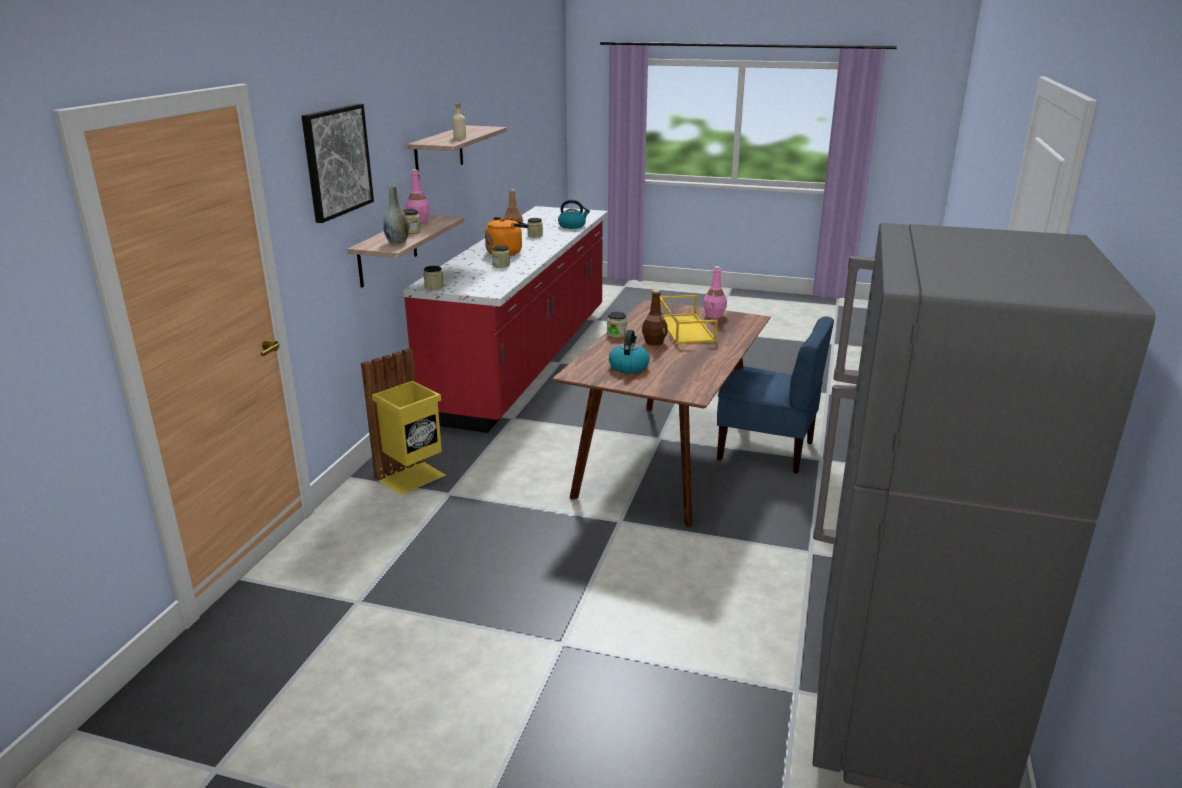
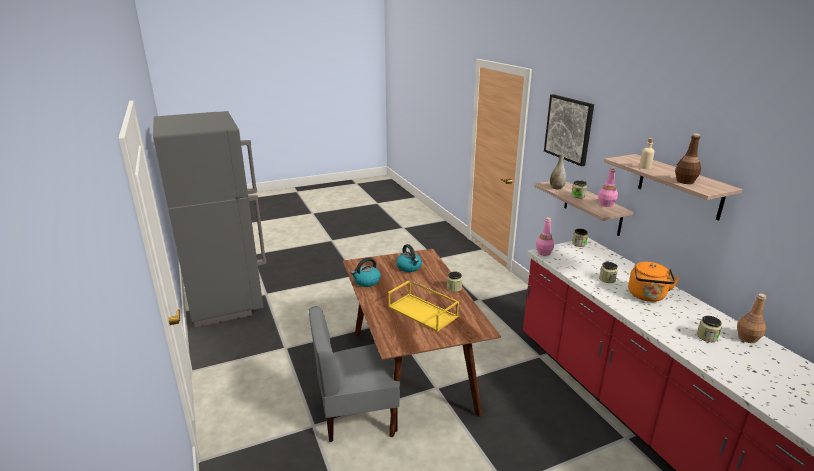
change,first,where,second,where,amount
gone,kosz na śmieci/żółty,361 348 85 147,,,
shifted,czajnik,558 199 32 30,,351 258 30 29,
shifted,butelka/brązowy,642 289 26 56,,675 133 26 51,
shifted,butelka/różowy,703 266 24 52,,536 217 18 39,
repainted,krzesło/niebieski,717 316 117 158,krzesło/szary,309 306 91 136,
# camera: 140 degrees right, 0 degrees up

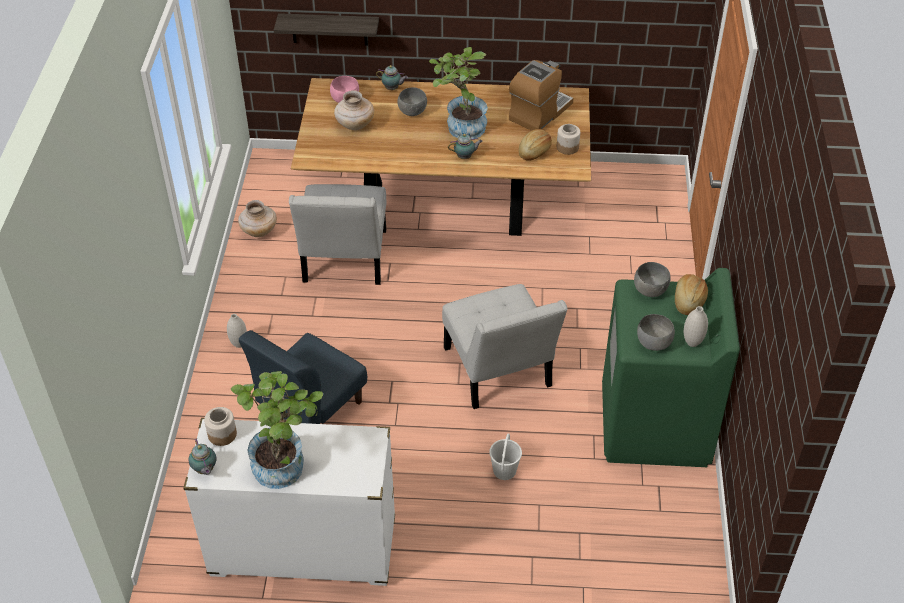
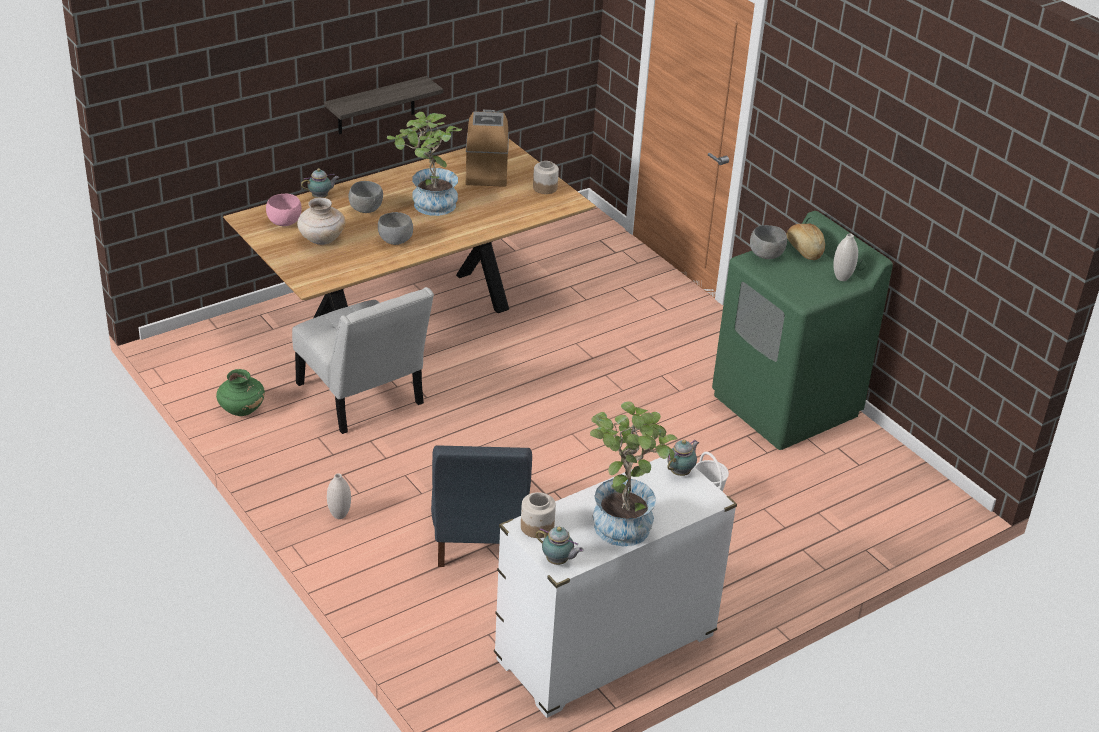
change,first,where,second,where,amount
gone,krzesło/biały,442 284 126 125,,,
gone,chleb,518 129 34 32,,,
shifted,półka,274 13 105 33,,324 76 119 58,
shifted,imbryk,448 134 35 25,,667 440 32 36,
shifted,miska/szary,637 314 38 37,,378 212 35 33,
repainted,wazon/beżowy,238 200 39 37,wazon/zielony,216 369 49 47,
# camera: 40 degrees left, 10 degrees down

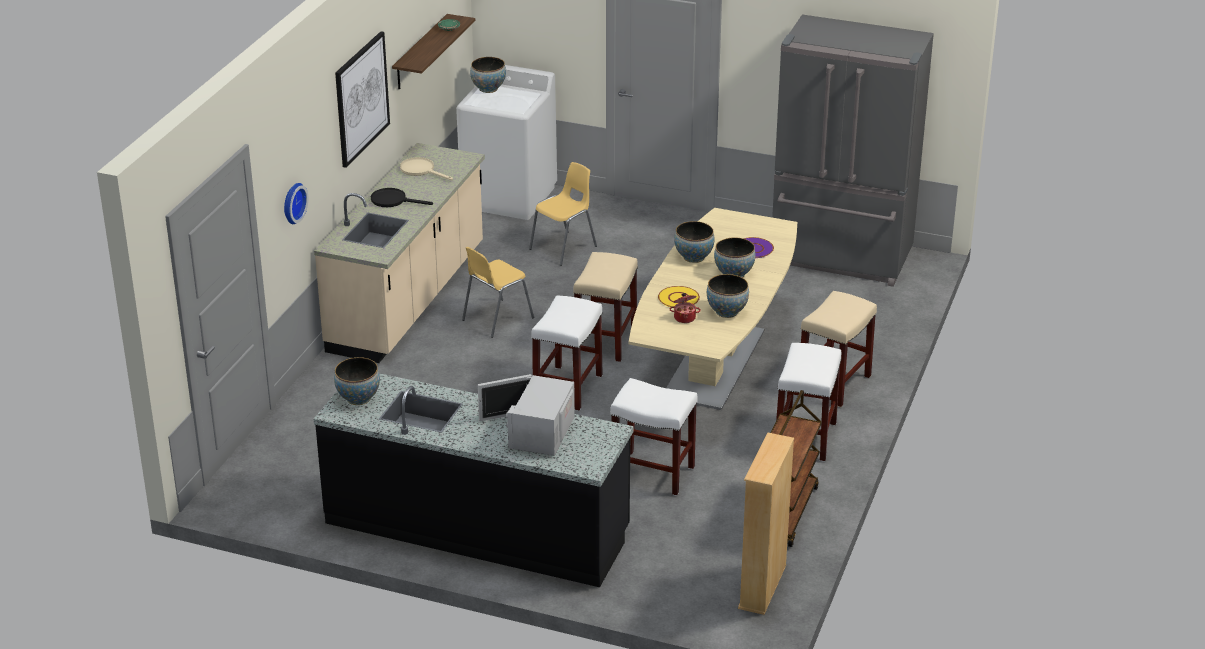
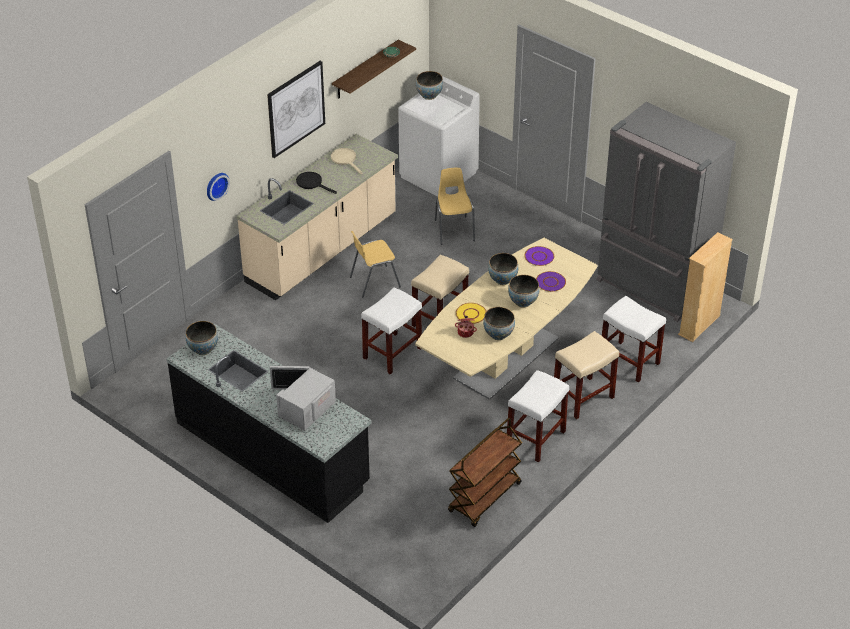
change,first,where,second,where,amount
new,,,talerz/fioletowy,524 246 30 20,
shifted,stołek/biały,610 378 88 118,,602 296 64 87,
shifted,regał/beżowy,738 433 56 182,,678 232 55 110,
rotated,krzesło/żółty,529 162 68 104,,435 168 40 77,75 degrees counterclockwise
# camera: 20 degrees right, 10 degrees up

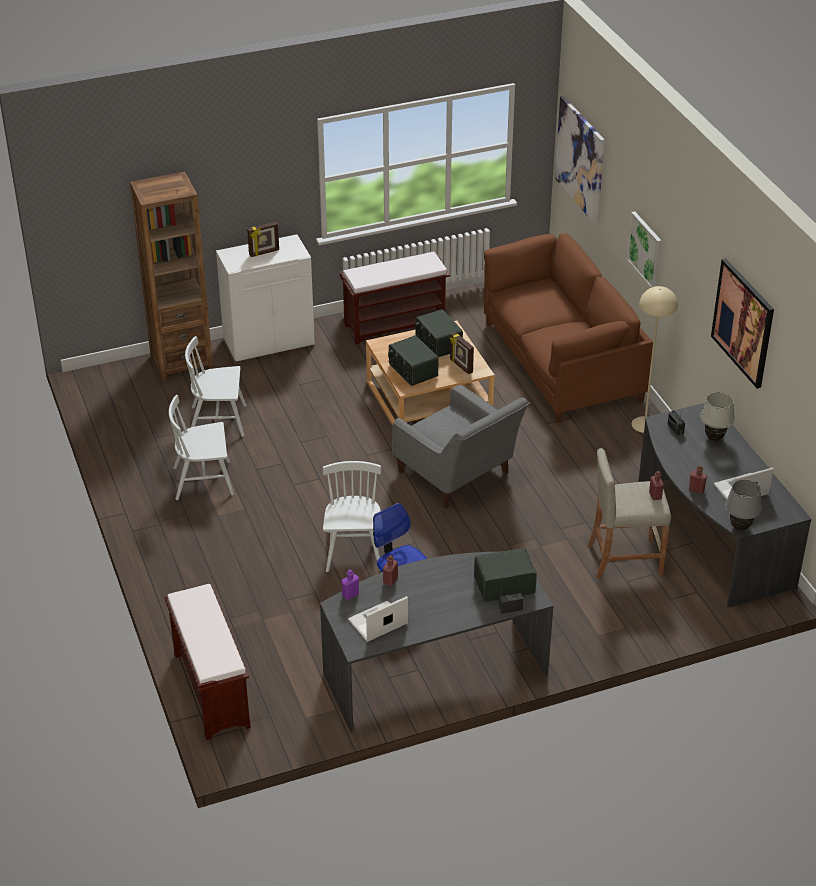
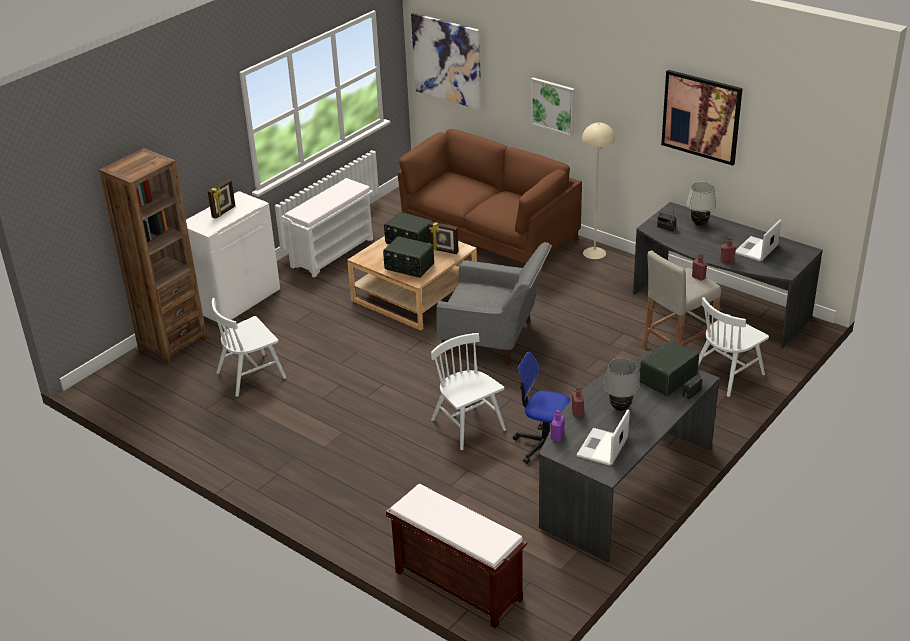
change,first,where,second,where,amount
shifted,krzesło/biały,169 395 65 105,,698 297 71 100,
shifted,lampa stołowa/szary,725 480 37 51,,603 358 37 53,
repainted,ławka/brązowy,340 251 110 93,ławka/biały,281 178 92 100,
# camera: 30 degrees left, 5 degrees down

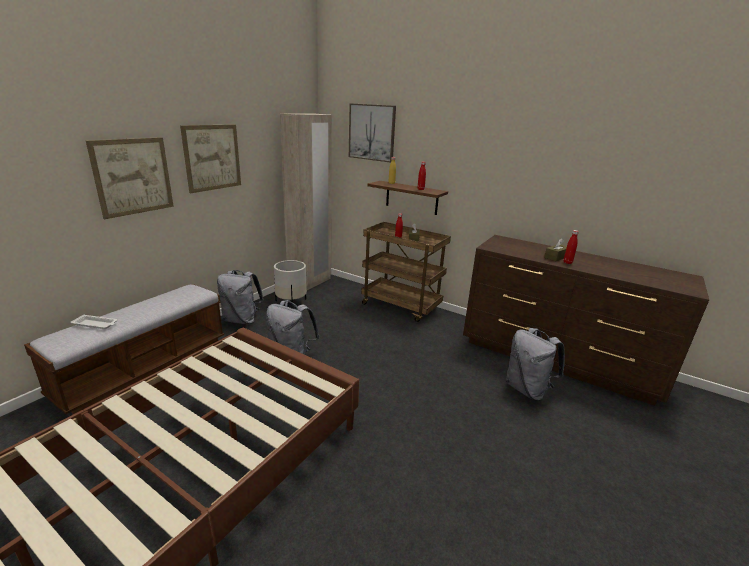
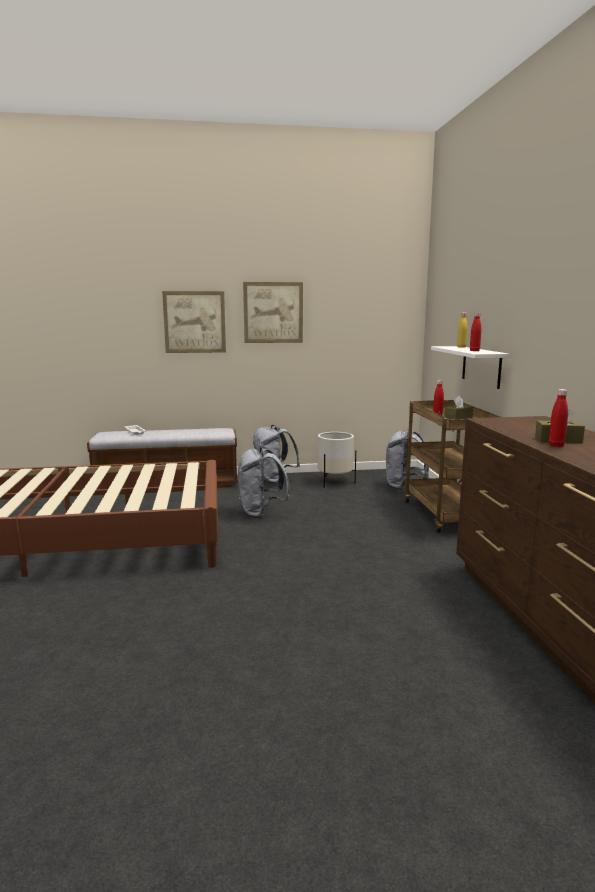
change,first,where,second,where,amount
gone,szafa/beżowy,280 113 52 177,,,
gone,obraz,349 103 47 60,,,
shifted,plecak/szary,506 328 59 73,,386 429 43 61,
repainted,półka/brązowy,367 181 81 34,półka/biały,431 346 78 43,
# camera: 50 degrees right, 10 degrees down

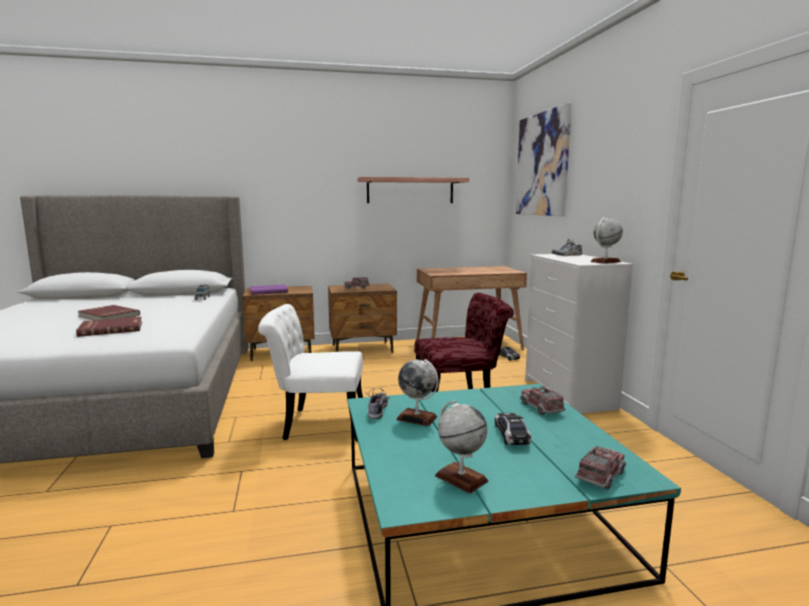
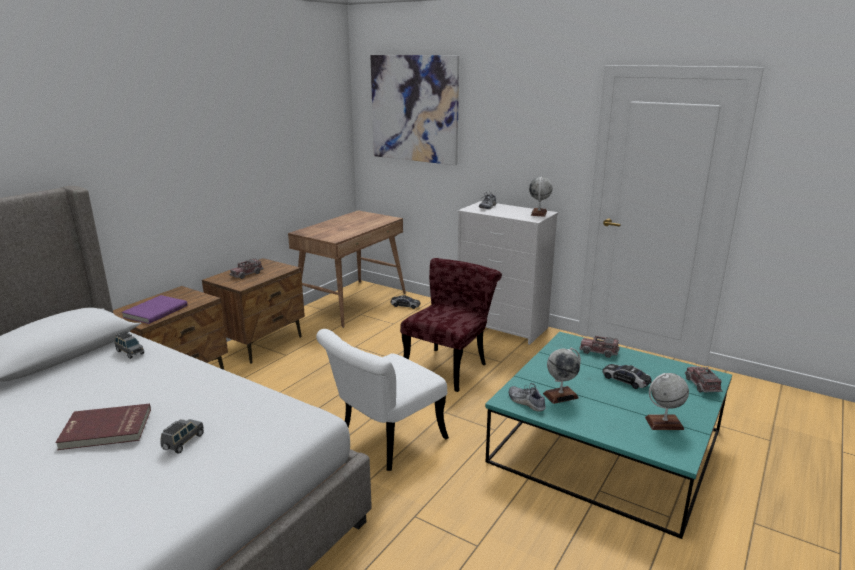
change,first,where,second,where,amount
gone,półka,358 177 111 26,,,
swapped,książka/czerwony,76 317 66 20,samochodzik/szary,160 419 44 35,
# camera: 45 degrees left, 10 degrees up

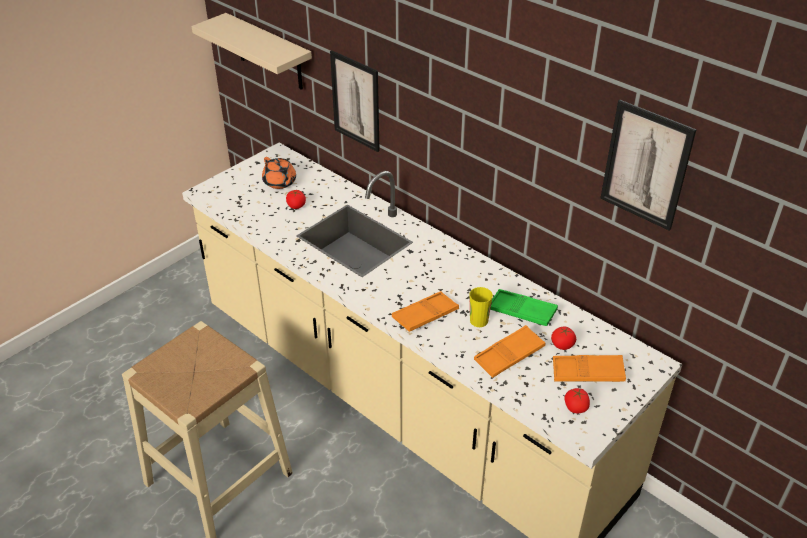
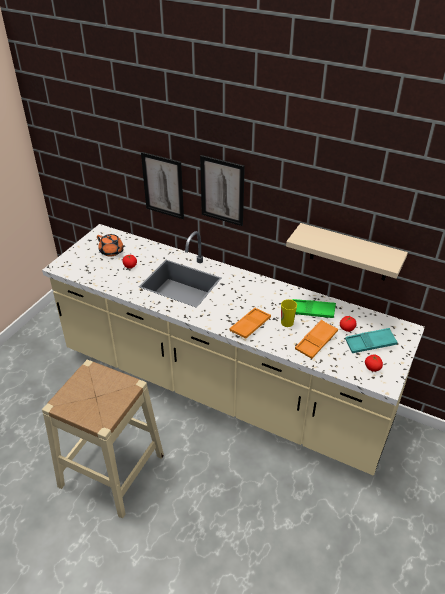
change,first,where,second,where,amount
shifted,półka/beżowy,192 13 120 77,,286 223 122 58,
shifted,obraz,600 100 97 131,,200 155 45 71,
repainted,taca/pomarańczowy,553 355 73 27,taca/turkusowy,345 328 53 25,
# camera: 15 degrees left, 0 degrees up

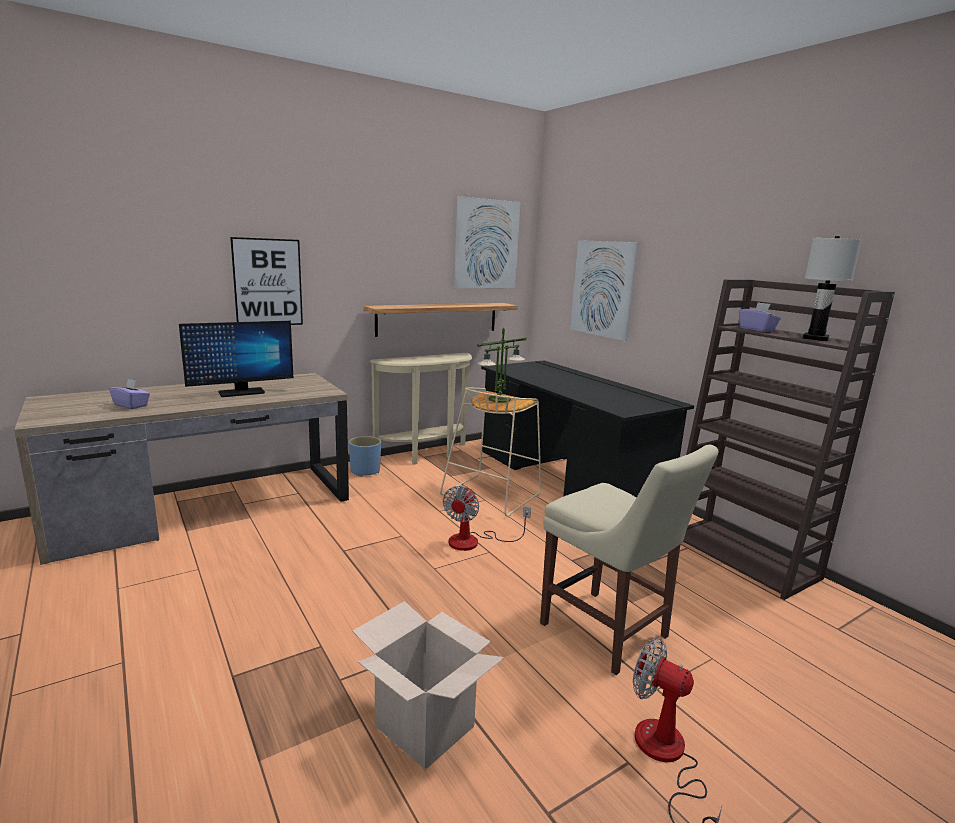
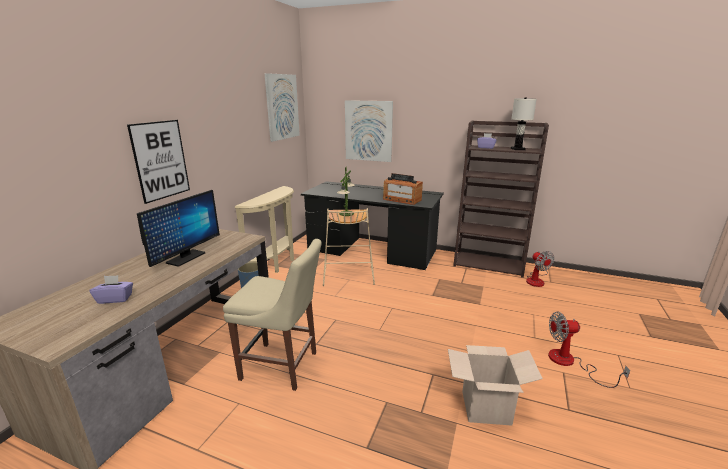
change,first,where,second,where,amount
gone,półka,364 303 154 34,,,
new,,,radio,383 173 40 32,
shifted,wentylator,443 486 88 65,,526 251 29 36,
shifted,krzesło/beżowy,540 445 178 230,,223 239 99 152,
# camera: 35 degrees left, 5 degrees up

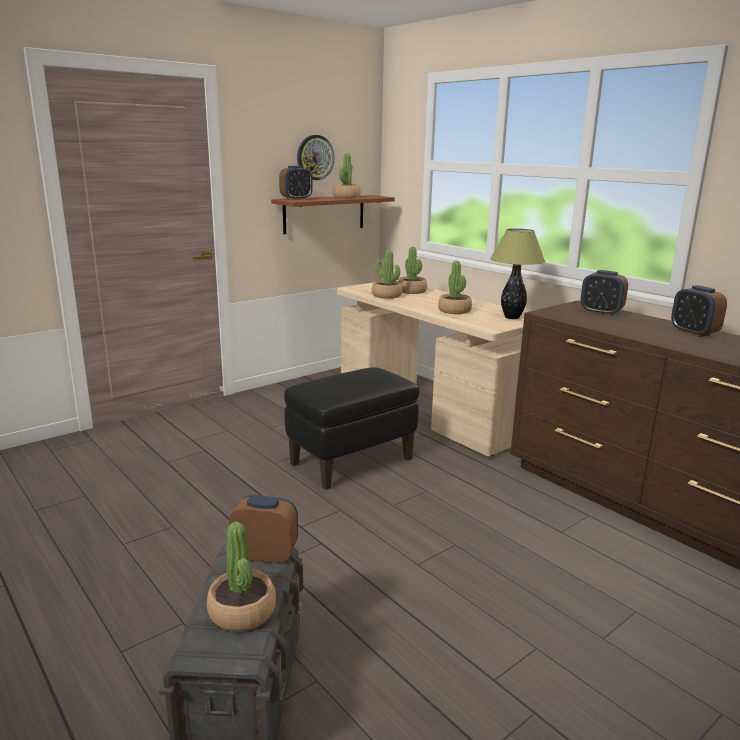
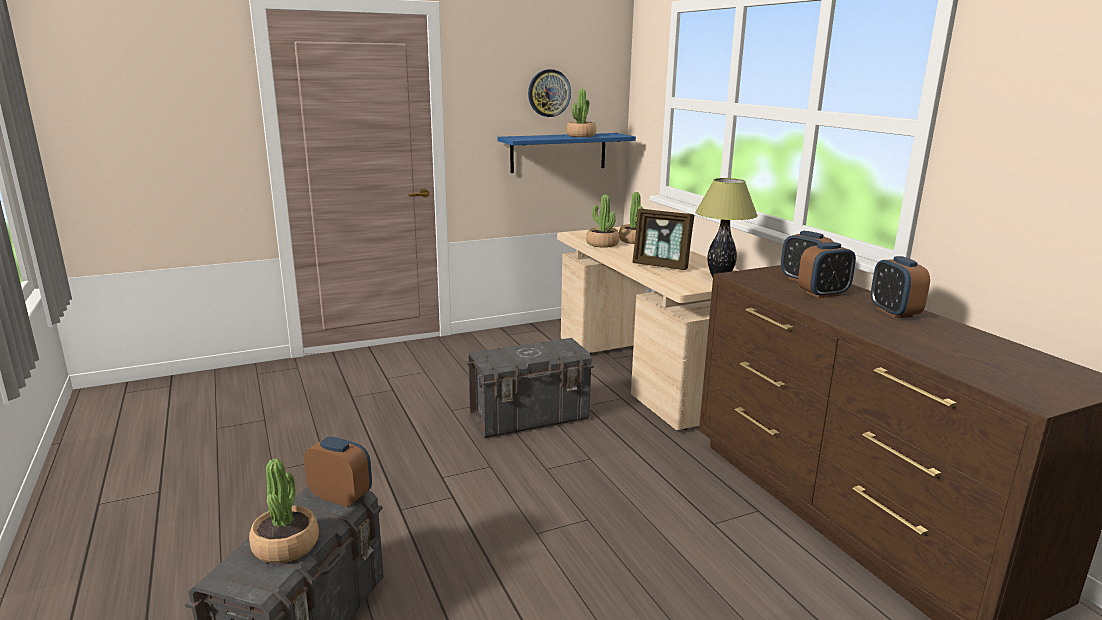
change,first,where,second,where,amount
shifted,budzik,279 166 34 34,,798 242 58 56,
swapped,pufa/czarny,284 367 135 123,pojemnik do przechowywania/szary,466 338 128 100,
swapped,roślina doniczkowa,438 261 34 53,ramka na zdjęcie,632 209 62 61,
repainted,półka/brązowy,271 195 124 39,półka/niebieski,498 133 138 40,
# camera: 15 degrees right, 0 degrees up

